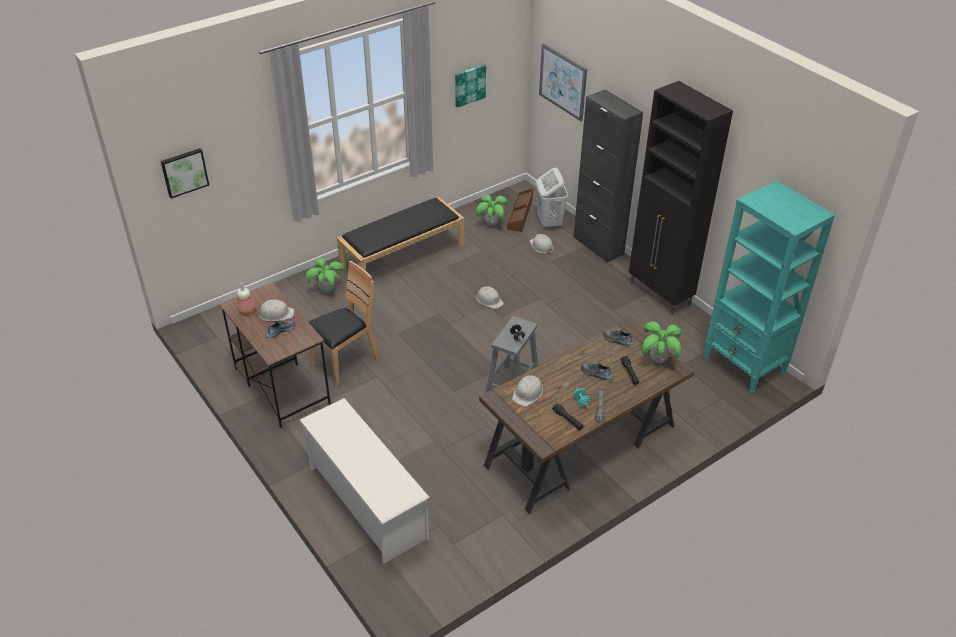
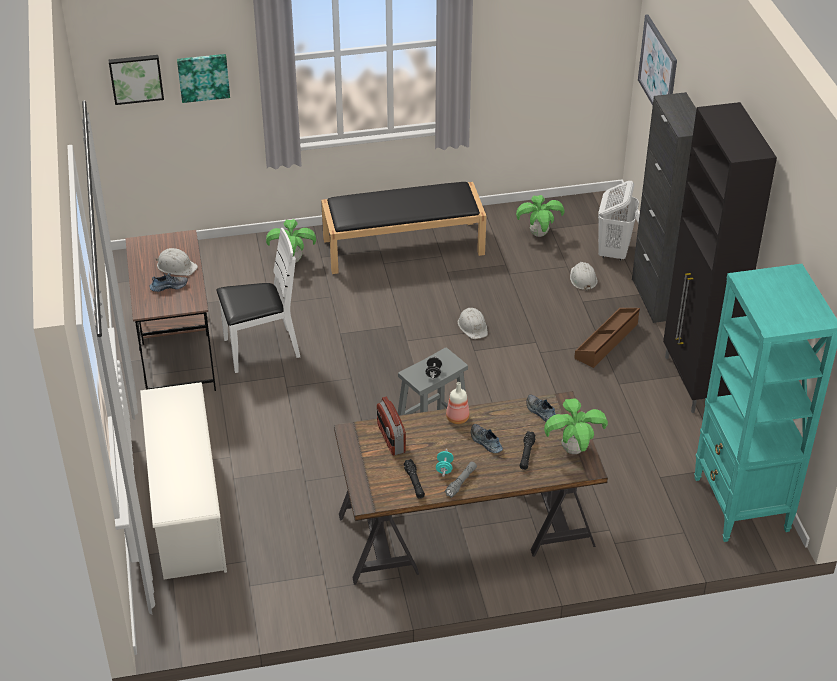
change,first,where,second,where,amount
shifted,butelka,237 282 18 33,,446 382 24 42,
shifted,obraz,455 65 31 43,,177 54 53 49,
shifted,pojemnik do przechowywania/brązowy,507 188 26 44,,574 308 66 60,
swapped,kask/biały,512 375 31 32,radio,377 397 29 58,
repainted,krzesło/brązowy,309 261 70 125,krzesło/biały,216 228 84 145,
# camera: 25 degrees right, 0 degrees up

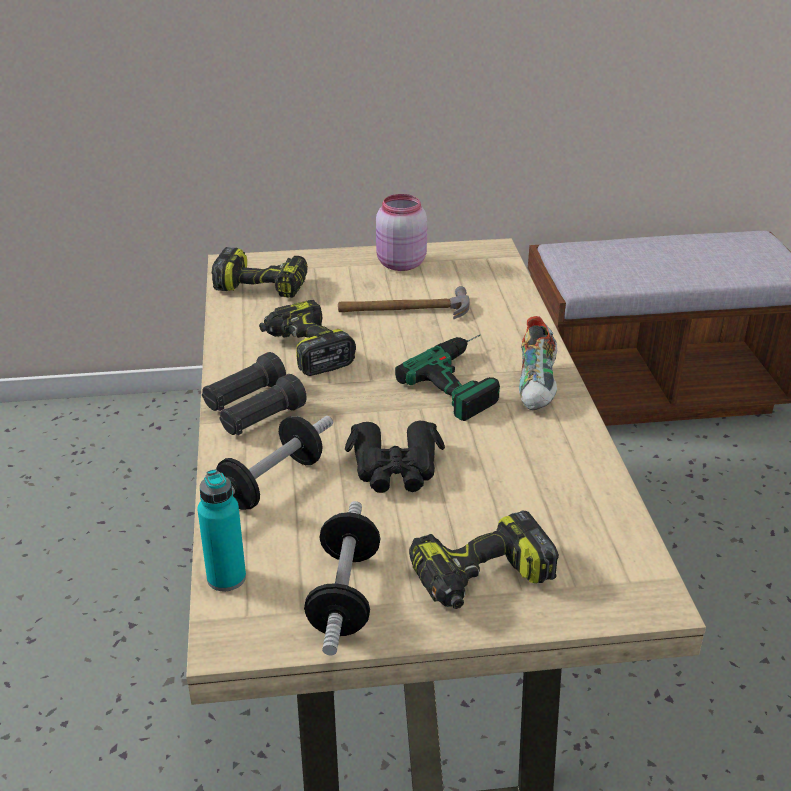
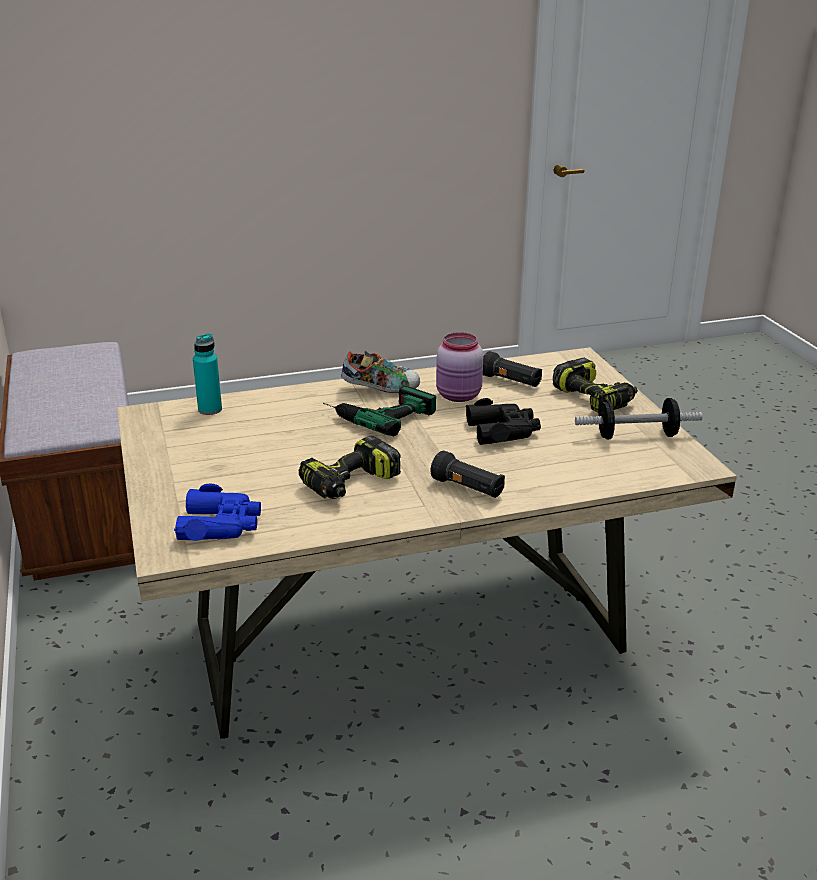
change,first,where,second,where,amount
gone,hantel,216 416 117 94,,,
gone,młotek,338 286 132 33,,,
shifted,butelka/turkusowy,197 469 49 122,,193 333 29 82,
shifted,latarka/czarny,202 352 84 59,,483 351 59 36,
shifted,słoik/różowy,376 194 51 77,,436 332 47 70,
swapped,wiertarka,211 247 97 51,lornetka/niebieski,174 484 87 57,
# camera: 100 degrees left, 5 degrees down

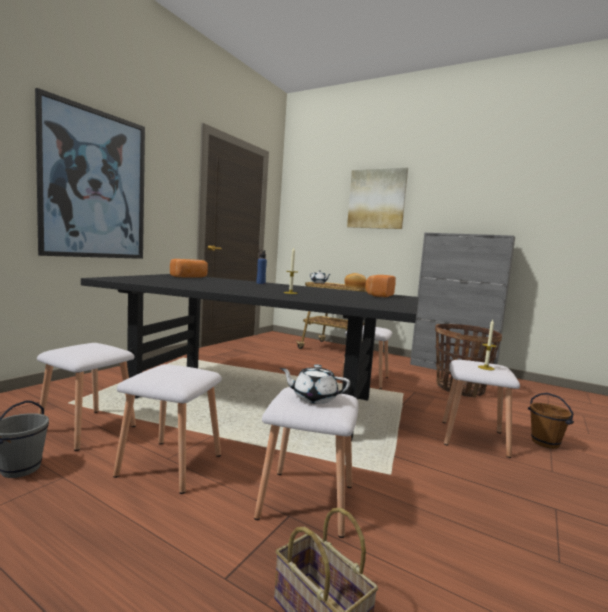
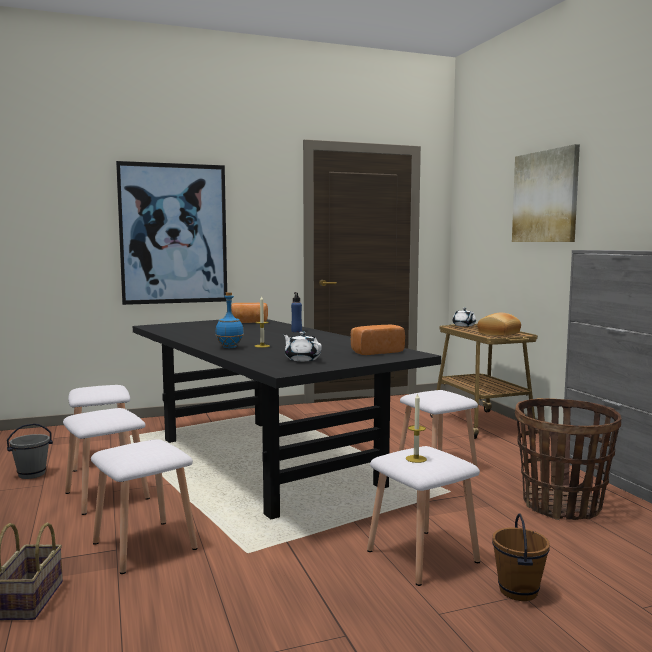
change,first,where,second,where,amount
new,,,butelka/niebieski,216 292 28 56,
shifted,imbryk/biały,280 364 70 40,,283 331 39 30,
# camera: 40 degrees right, 0 degrees up

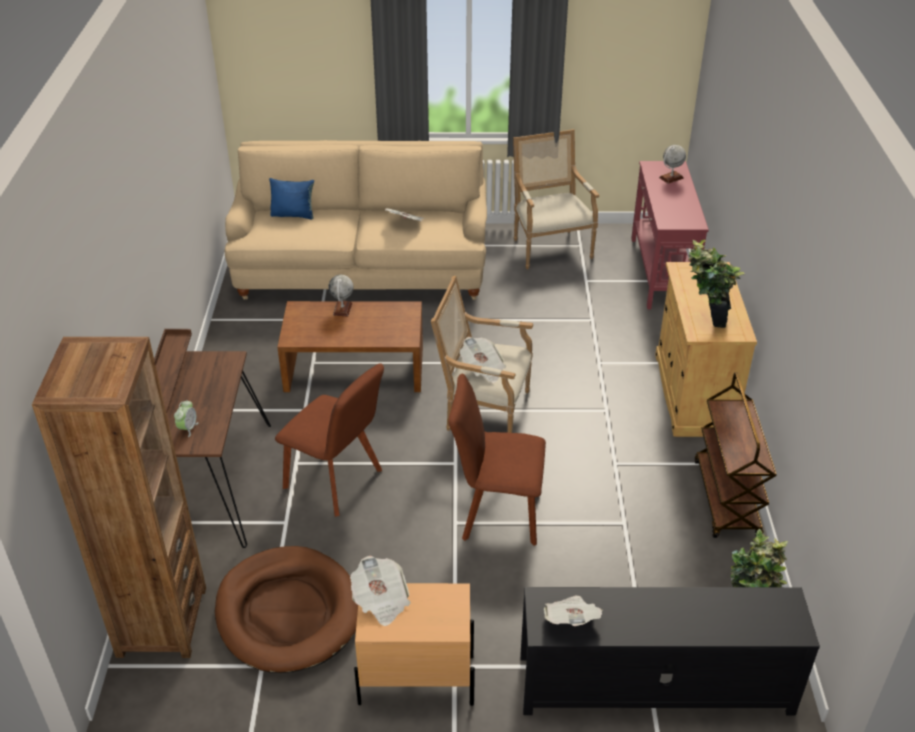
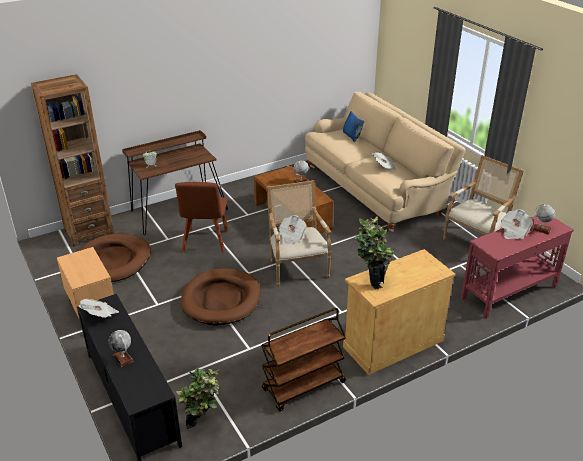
change,first,where,second,where,amount
new,,,globus,109 330 25 37,
shifted,gazeta,350 556 61 70,,501 209 32 30,
swapped,krzesło/brązowy,448 374 98 171,legowisko/brązowy,181 268 79 57,
# camera: 60 degrees right, 5 degrees down

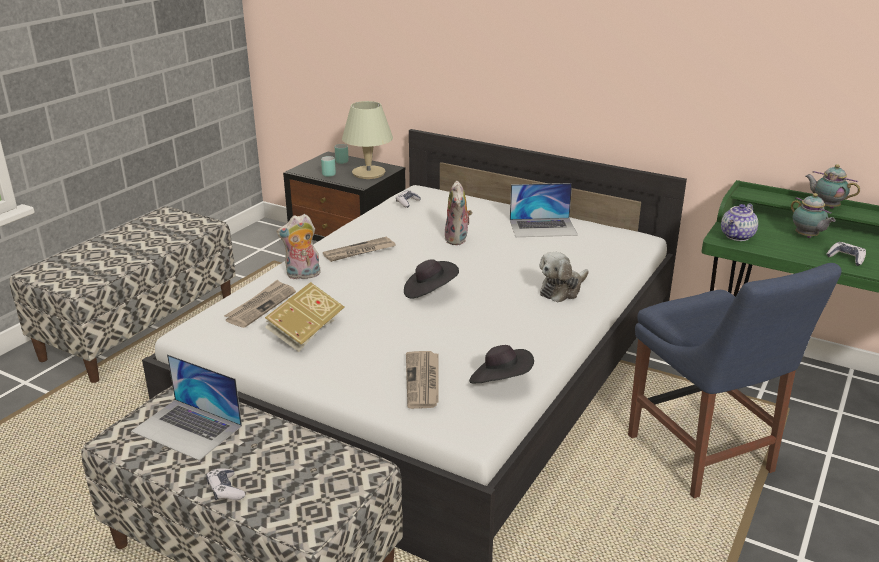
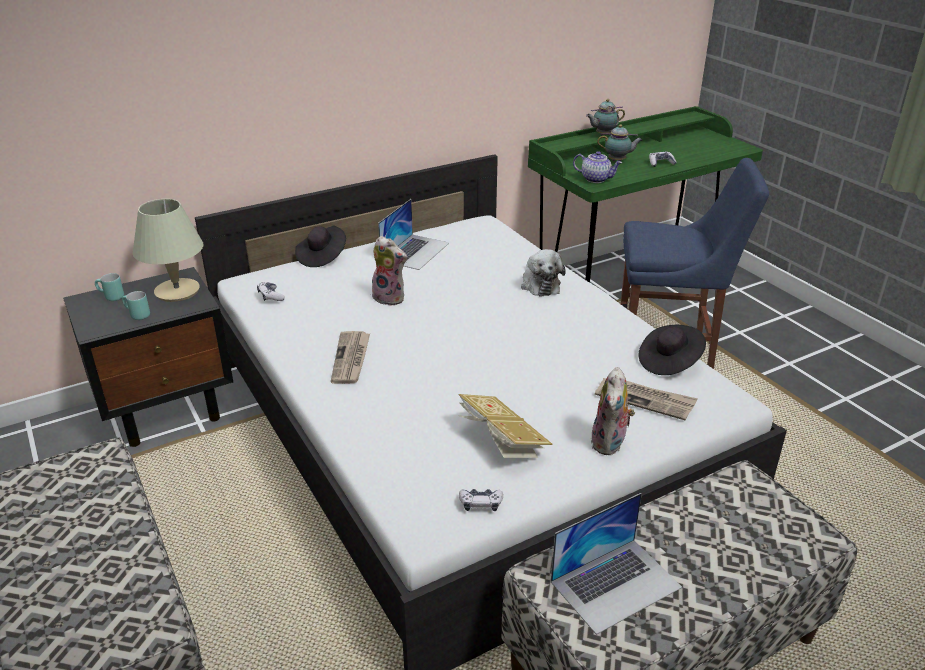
change,first,where,second,where,amount
gone,gazeta,224 280 72 48,,,
shifted,pad do gier,206 468 39 32,,459 489 44 22,
shifted,pluszak,277 214 44 66,,591 367 44 88,
shifted,kapelusz/czarny,404 259 55 40,,295 225 51 42,
rotated,imbryk,721 204 37 37,,573 151 49 32,45 degrees counterclockwise
# camera: 60 degrees left, 5 degrees up

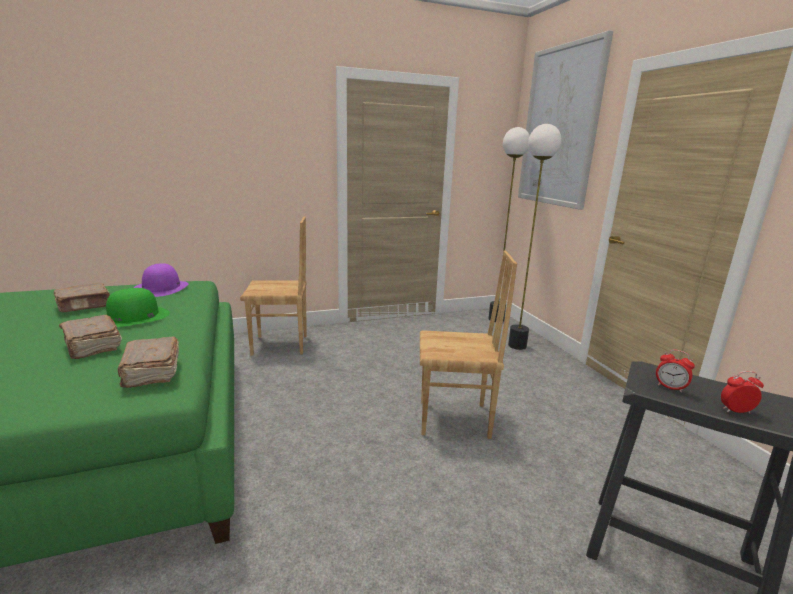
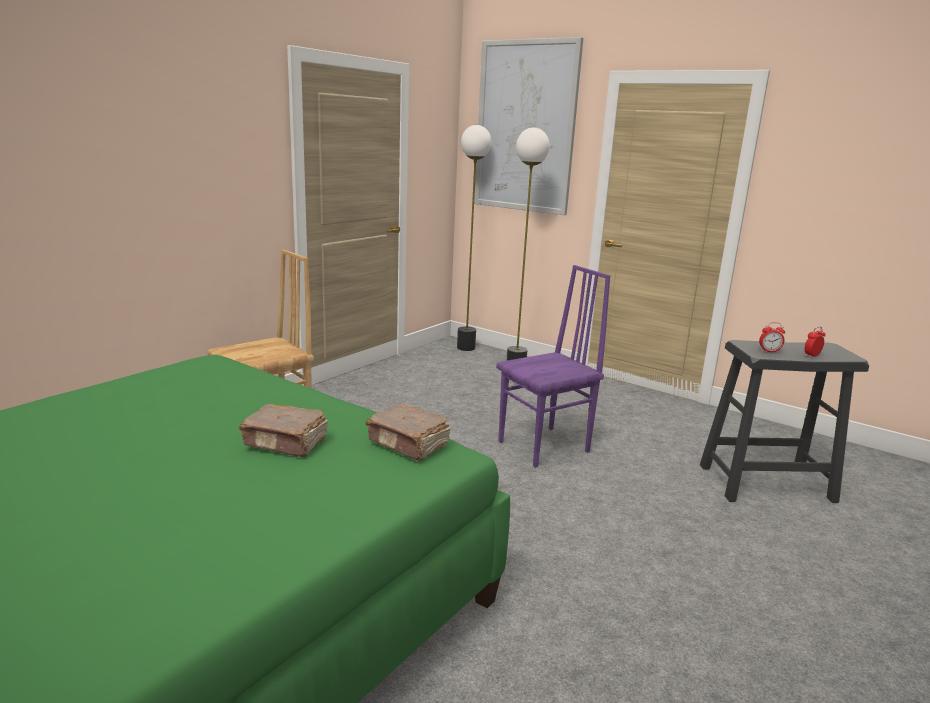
change,first,where,second,where,amount
gone,książka/brązowy,54 283 56 29,,,
gone,kapelusz/zielony,105 288 65 39,,,
gone,kapelusz/fioletowy,134 263 55 34,,,
repainted,krzesło/brązowy,420 251 97 188,krzesło/fioletowy,496 265 114 203,
# camera: 35 degrees left, 0 degrees up

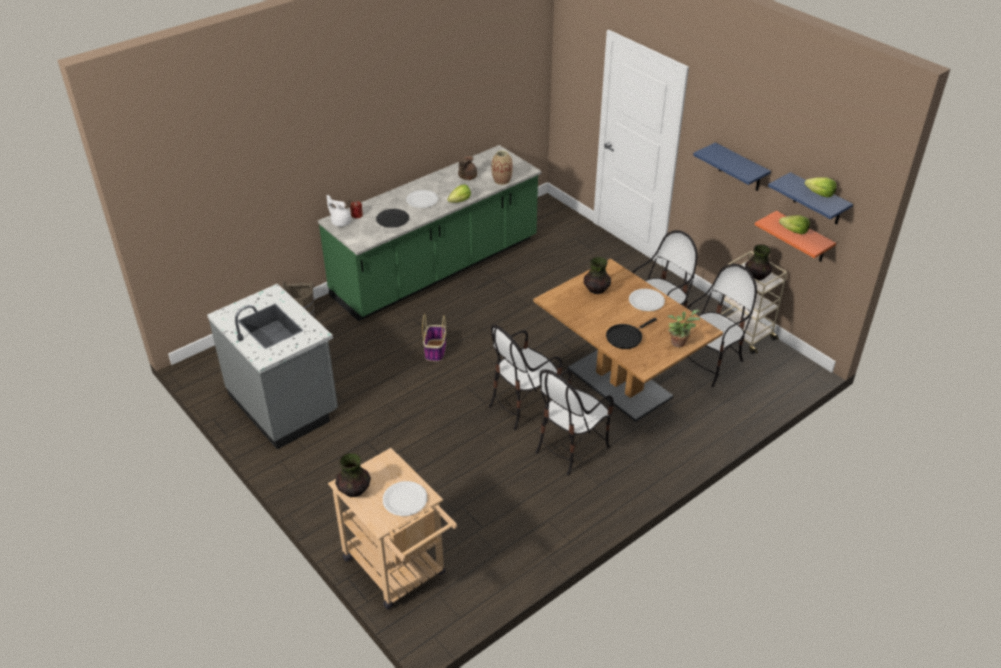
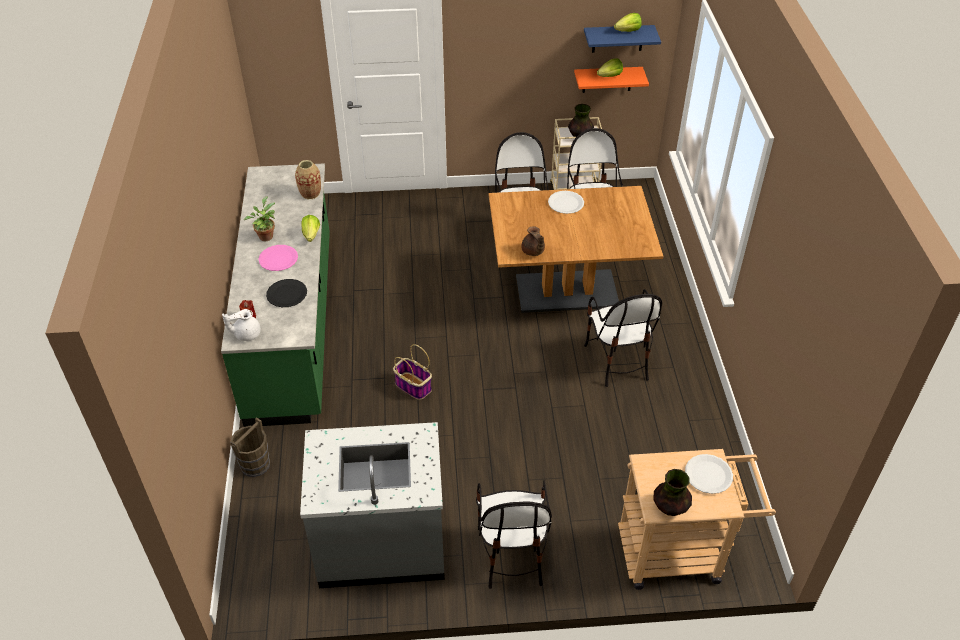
change,first,where,second,where,amount
gone,wazon,584 257 27 37,,,
gone,patelnia/czarny,606 318 51 31,,,
gone,półka/niebieski,693 143 78 48,,,
shifted,imbryk/brązowy,458 156 19 24,,521 226 24 30,
shifted,krzesło,488 325 75 105,,476 480 76 109,
shifted,roślina doniczkowa,667 310 33 37,,244 196 31 45,
repainted,talerz/biały,406 190 32 18,talerz/różowy,259 245 39 26,
# camera: 55 degrees left, 5 degrees up

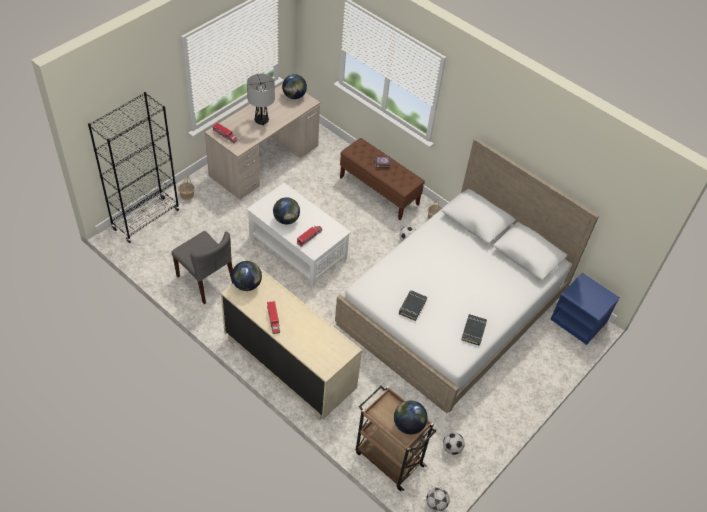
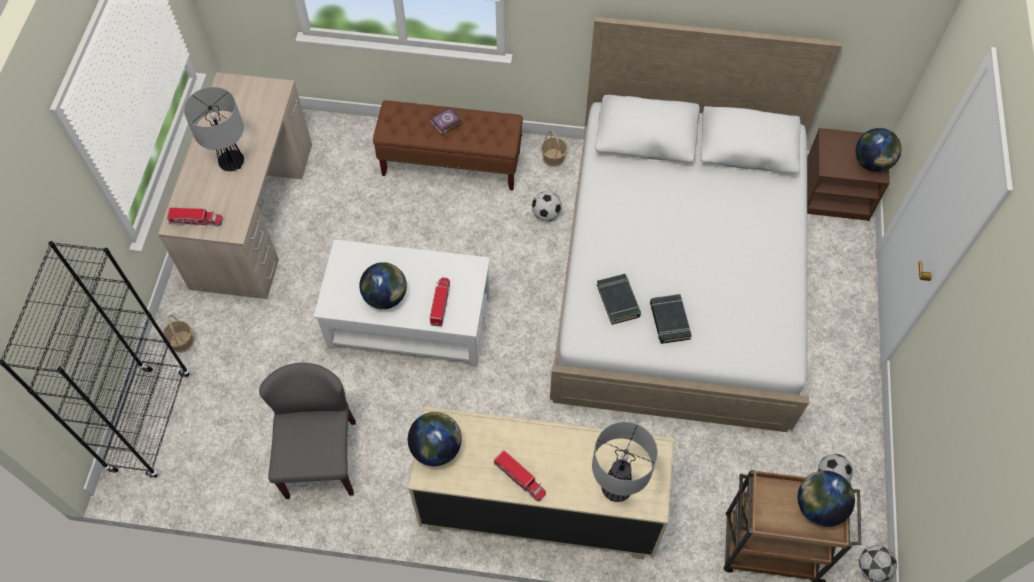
change,first,where,second,where,amount
new,,,lampa stołowa,592 422 66 80,
shifted,globus,282 74 25 25,,856 128 45 44,
shifted,książka/czarny,461 314 26 31,,597 274 44 51,
repainted,szafka nocna/niebieski,550 273 70 72,szafka nocna/brązowy,807 128 83 93,
rotated,krzesło/szary,171 231 62 73,,259 363 97 136,105 degrees counterclockwise
# camera: 30 degrees left, 10 degrees up

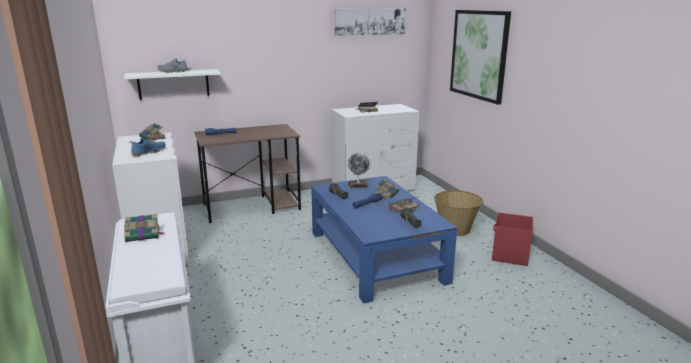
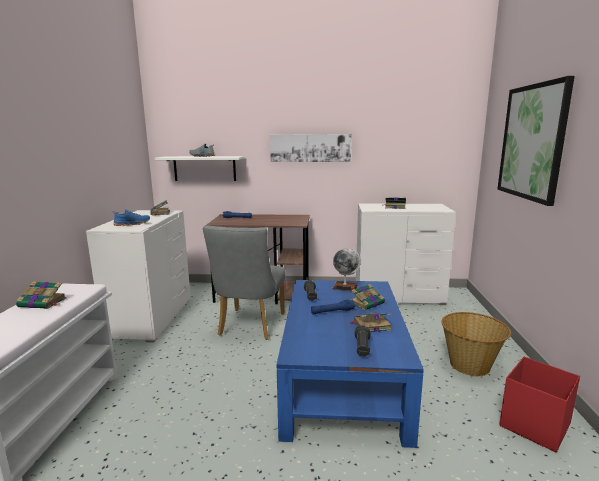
change,first,where,second,where,amount
new,,,krzesło/szary,203 225 83 115,
shifted,obraz,334 8 72 28,,270 134 81 28,
# camera: 25 degrees right, 5 degrees down

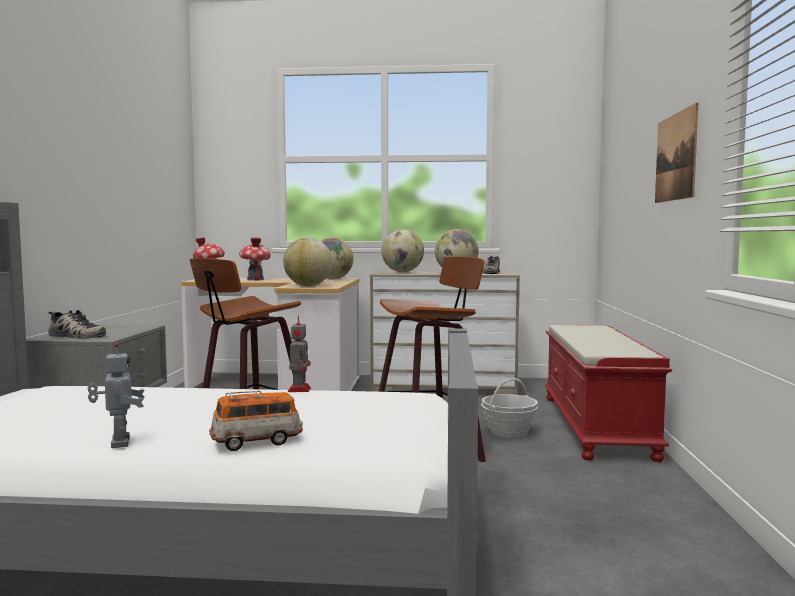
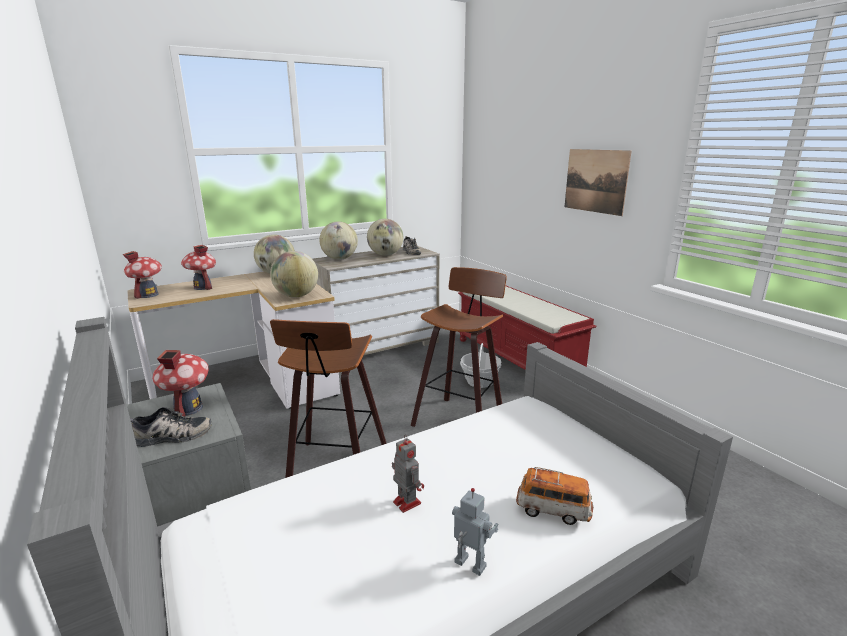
change,first,where,second,where,amount
new,,,domek,152 350 57 66,
shifted,robot zabawkowy,288 315 23 77,,392 434 32 79,
rotated,samochodzik,209 391 94 60,,516 467 77 58,75 degrees clockwise
# camera: 35 degrees left, 15 degrees up

